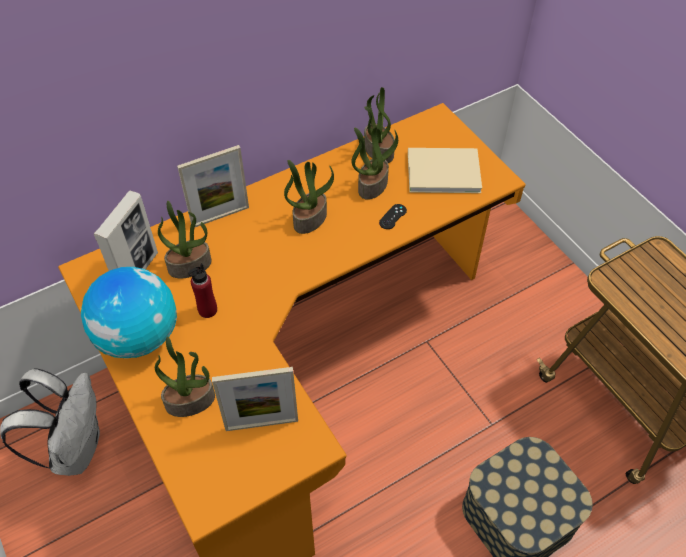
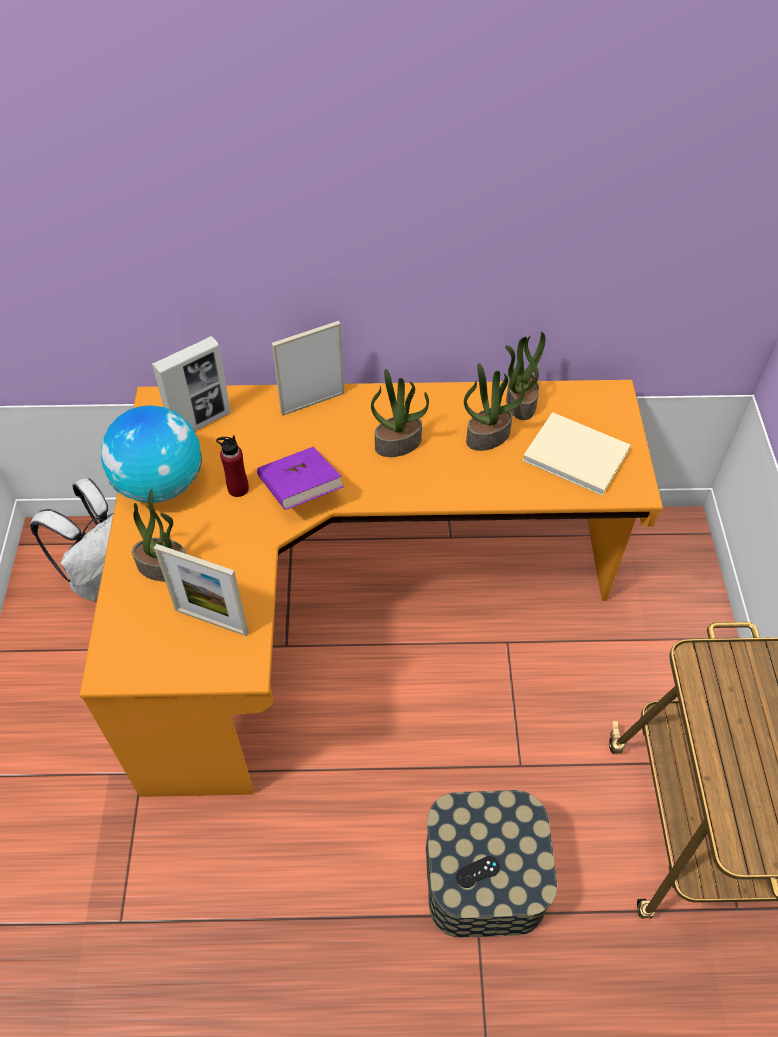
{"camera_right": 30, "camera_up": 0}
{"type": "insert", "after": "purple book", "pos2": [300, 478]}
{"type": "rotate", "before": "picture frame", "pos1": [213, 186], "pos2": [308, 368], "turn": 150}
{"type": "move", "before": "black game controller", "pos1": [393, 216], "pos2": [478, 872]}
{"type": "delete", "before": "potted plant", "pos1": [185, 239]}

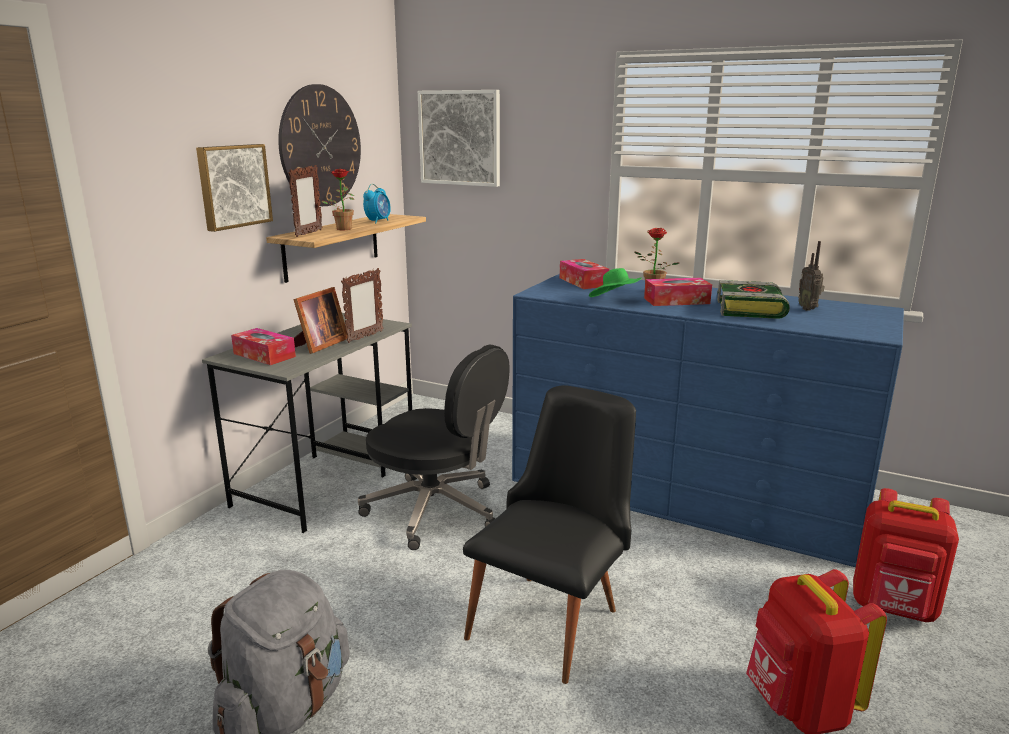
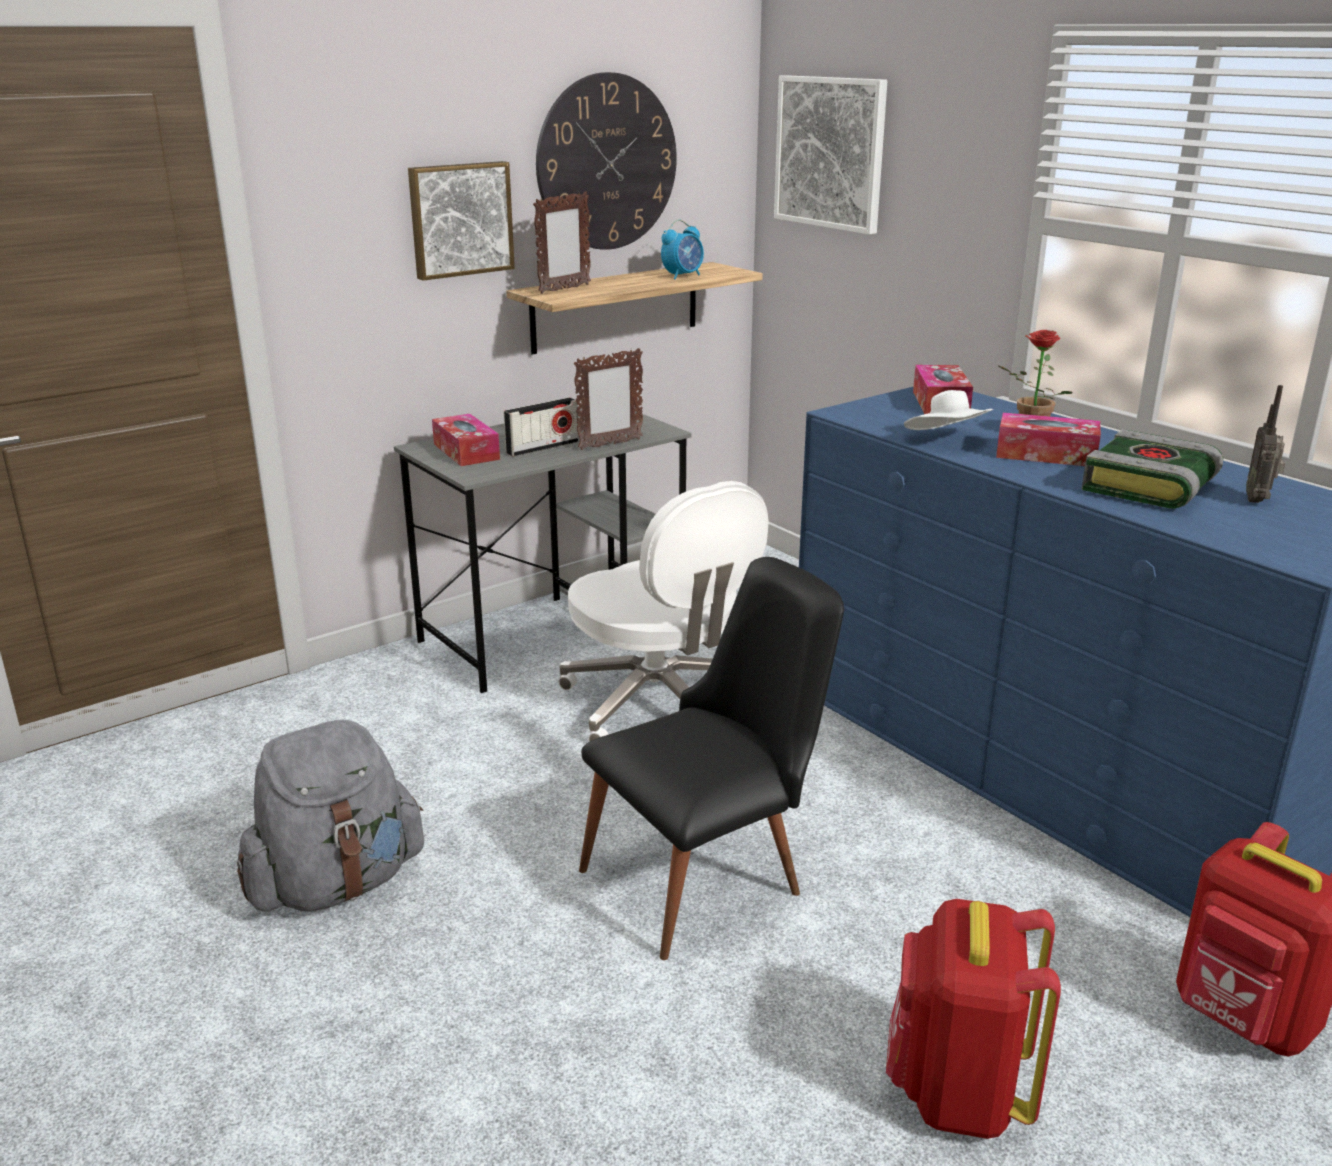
{"camera_right": 25, "camera_up": 5}
{"type": "replace", "before": "picture frame", "after": "radio", "pos1": [320, 320], "pos2": [541, 427]}
{"type": "recolor", "before": "black office chair", "after": "white office chair", "pos1": [434, 447], "pos2": [664, 611]}
{"type": "recolor", "before": "green hat", "after": "white hat", "pos1": [615, 282], "pos2": [948, 410]}
{"type": "delete", "before": "potted plant", "pos1": [337, 199]}

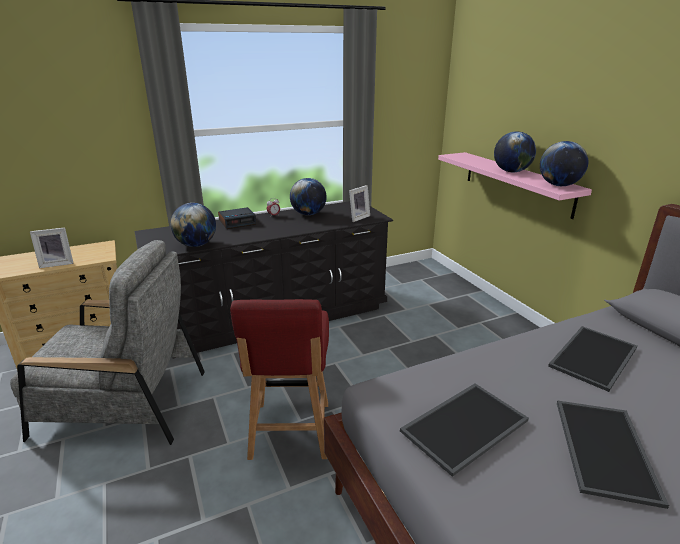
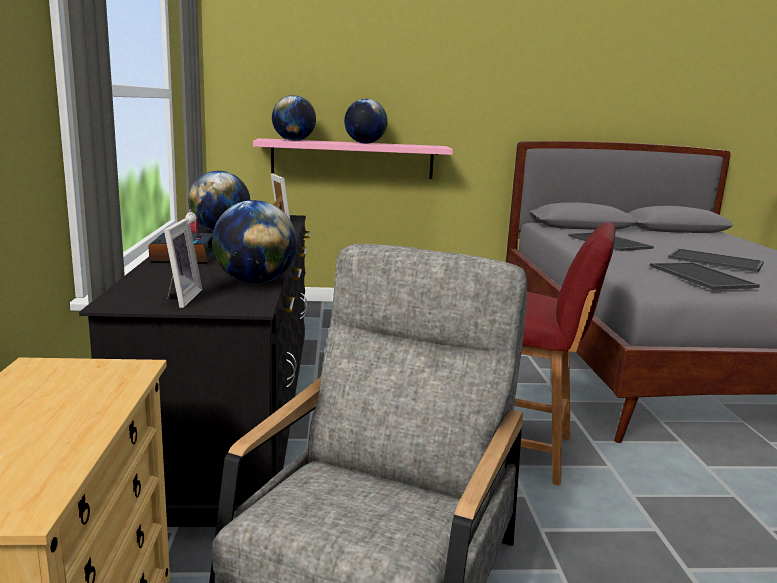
{"camera_right": -70, "camera_up": -10}
{"type": "move", "before": "picture frame", "pos1": [52, 248], "pos2": [183, 263]}
{"type": "move", "before": "globe", "pos1": [564, 163], "pos2": [294, 118]}

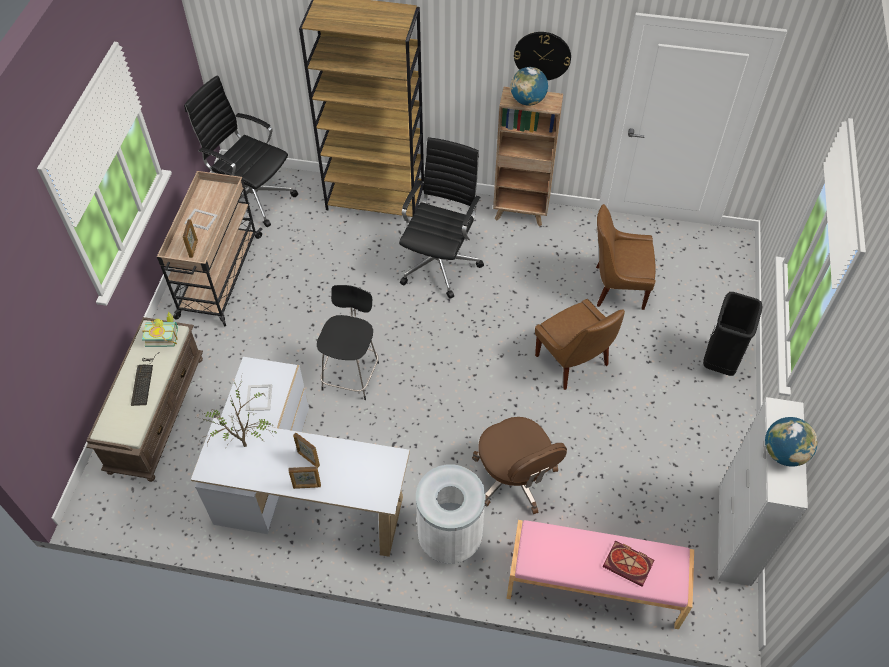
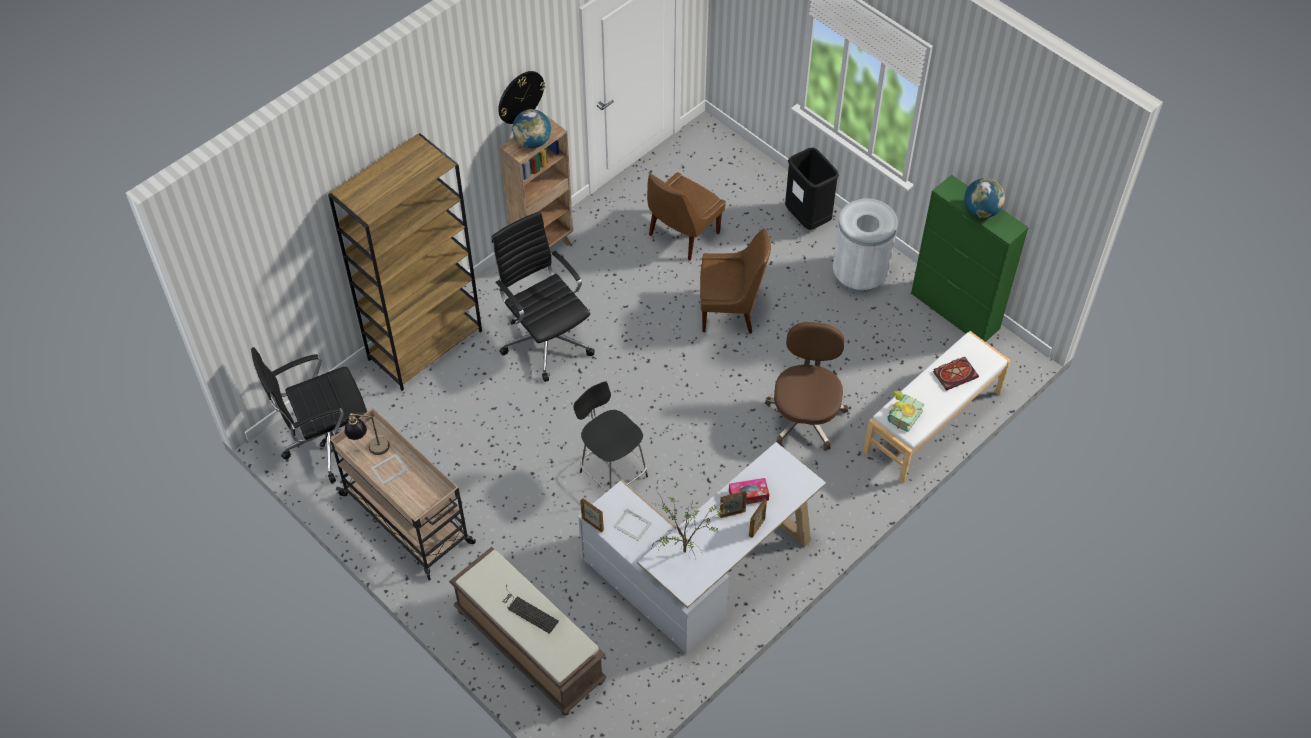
{"camera_right": -55, "camera_up": 0}
{"type": "insert", "after": "table lamp", "pos2": [367, 434]}
{"type": "move", "before": "picture frame", "pos1": [190, 238], "pos2": [592, 515]}
{"type": "insert", "after": "tissue box", "pos2": [749, 491]}
{"type": "rotate", "before": "brown office chair", "pos1": [519, 465], "pos2": [806, 386], "turn": -90}
{"type": "move", "before": "white trash can", "pos1": [451, 514], "pos2": [865, 245]}
{"type": "recolor", "before": "pink bench", "after": "white bench", "pos1": [600, 574], "pos2": [937, 407]}
{"type": "move", "before": "book", "pos1": [160, 329], "pos2": [906, 411]}
{"type": "recolor", "before": "white cabinet", "after": "green cabinet", "pos1": [763, 491], "pos2": [970, 258]}

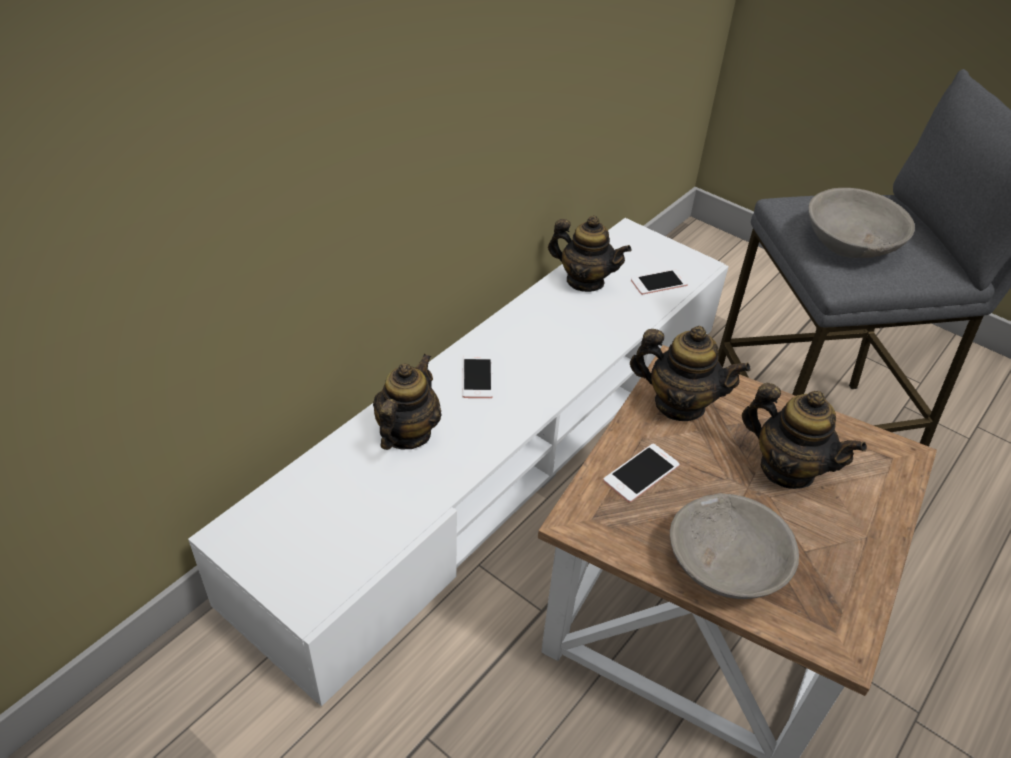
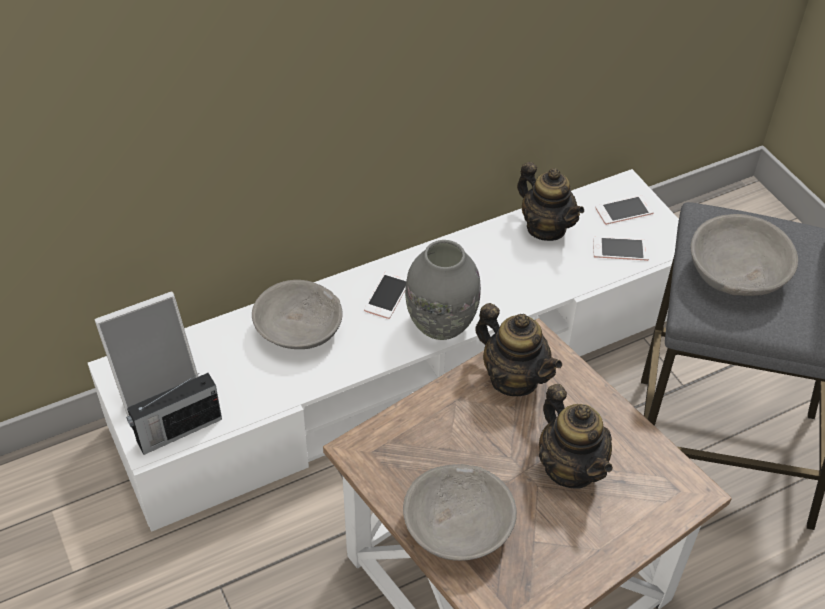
{"camera_right": 25, "camera_up": 5}
{"type": "insert", "after": "picture frame", "pos2": [147, 354]}
{"type": "insert", "after": "radio", "pos2": [174, 414]}
{"type": "replace", "before": "teapot", "after": "grey bowl", "pos1": [407, 402], "pos2": [297, 314]}
{"type": "insert", "after": "grey vase", "pos2": [443, 290]}
{"type": "move", "before": "phone", "pos1": [641, 473], "pos2": [624, 210]}

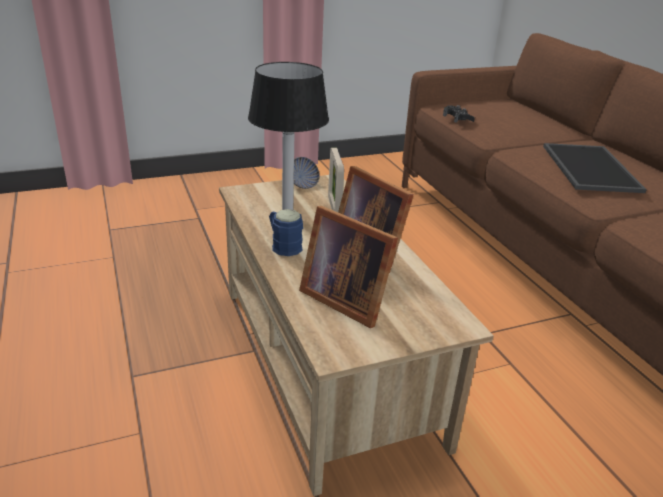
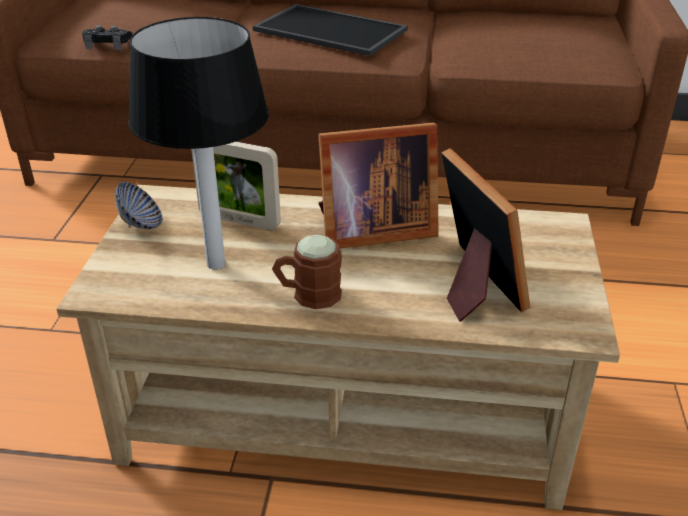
{"camera_right": -60, "camera_up": 5}
{"type": "recolor", "before": "blue mug", "after": "brown mug", "pos1": [286, 232], "pos2": [307, 272]}
{"type": "rotate", "before": "picture frame", "pos1": [348, 267], "pos2": [485, 235], "turn": -90}

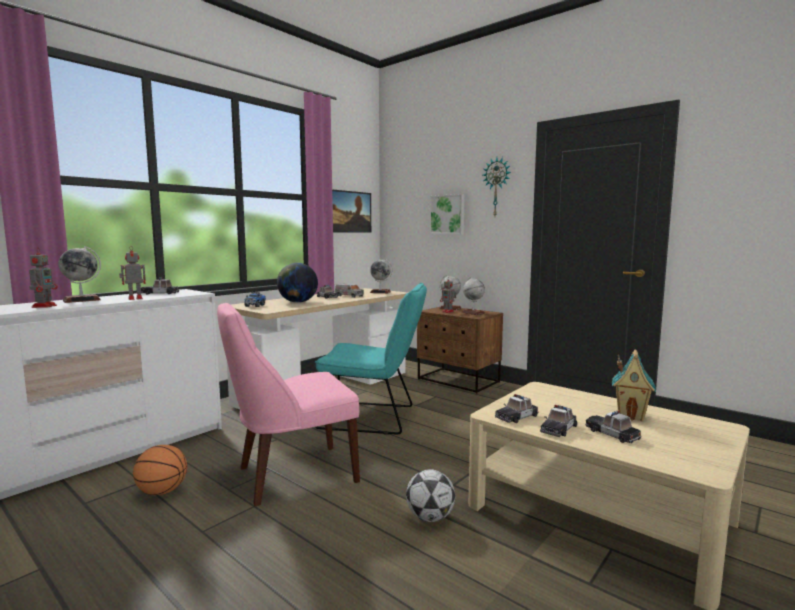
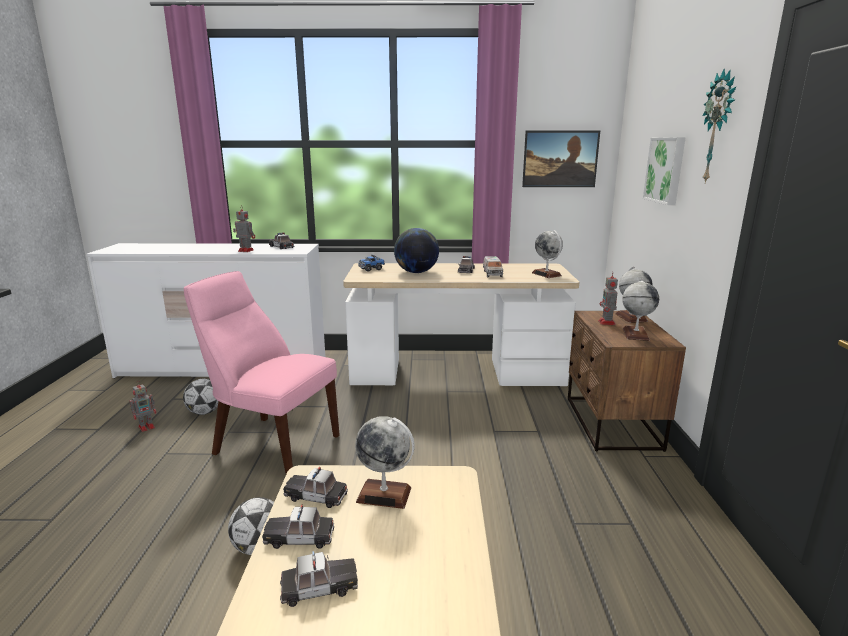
{"camera_right": 50, "camera_up": 10}
{"type": "move", "before": "toy robot", "pos1": [43, 278], "pos2": [143, 406]}
{"type": "replace", "before": "basketball", "after": "football", "pos1": [160, 470], "pos2": [200, 397]}
{"type": "rotate", "before": "toy car", "pos1": [614, 426], "pos2": [319, 579], "turn": 60}
{"type": "move", "before": "globe", "pos1": [80, 274], "pos2": [385, 462]}
{"type": "delete", "before": "turquoise chair", "pos1": [371, 359]}
{"type": "delete", "before": "toy house", "pos1": [634, 385]}

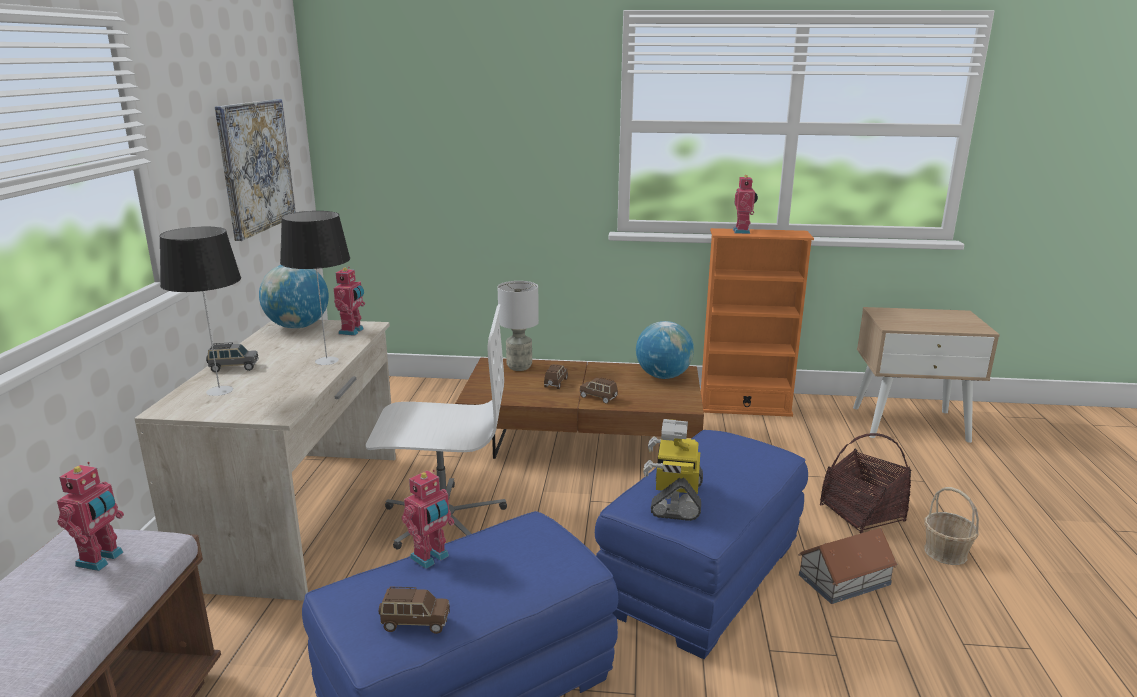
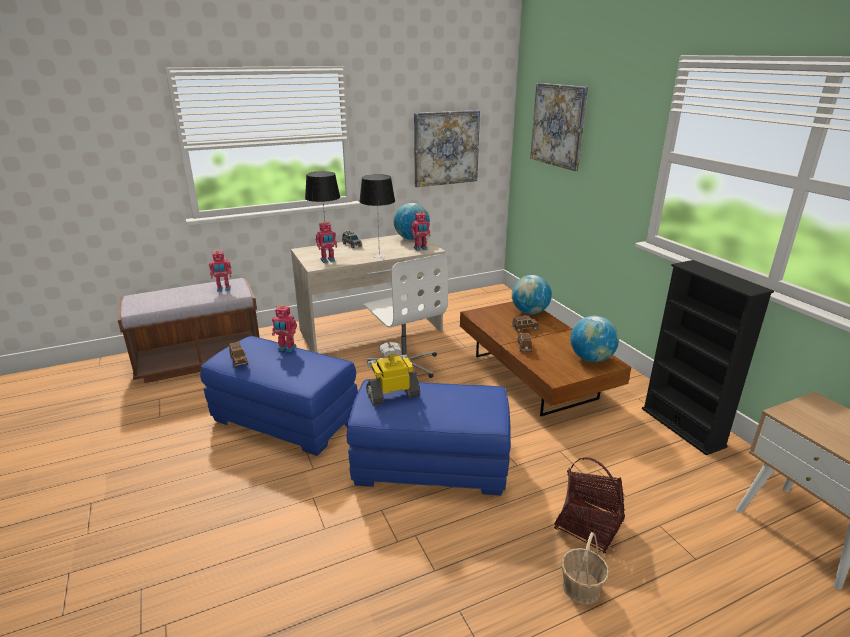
{"camera_right": 60, "camera_up": 5}
{"type": "move", "before": "toy robot", "pos1": [745, 204], "pos2": [326, 242]}
{"type": "replace", "before": "grey table lamp", "after": "globe", "pos1": [518, 326], "pos2": [532, 294]}
{"type": "insert", "after": "picture", "pos2": [559, 127]}
{"type": "recolor", "before": "orange bookcase", "after": "black bookcase", "pos1": [757, 322], "pos2": [708, 357]}
{"type": "delete", "before": "toy house", "pos1": [848, 566]}

